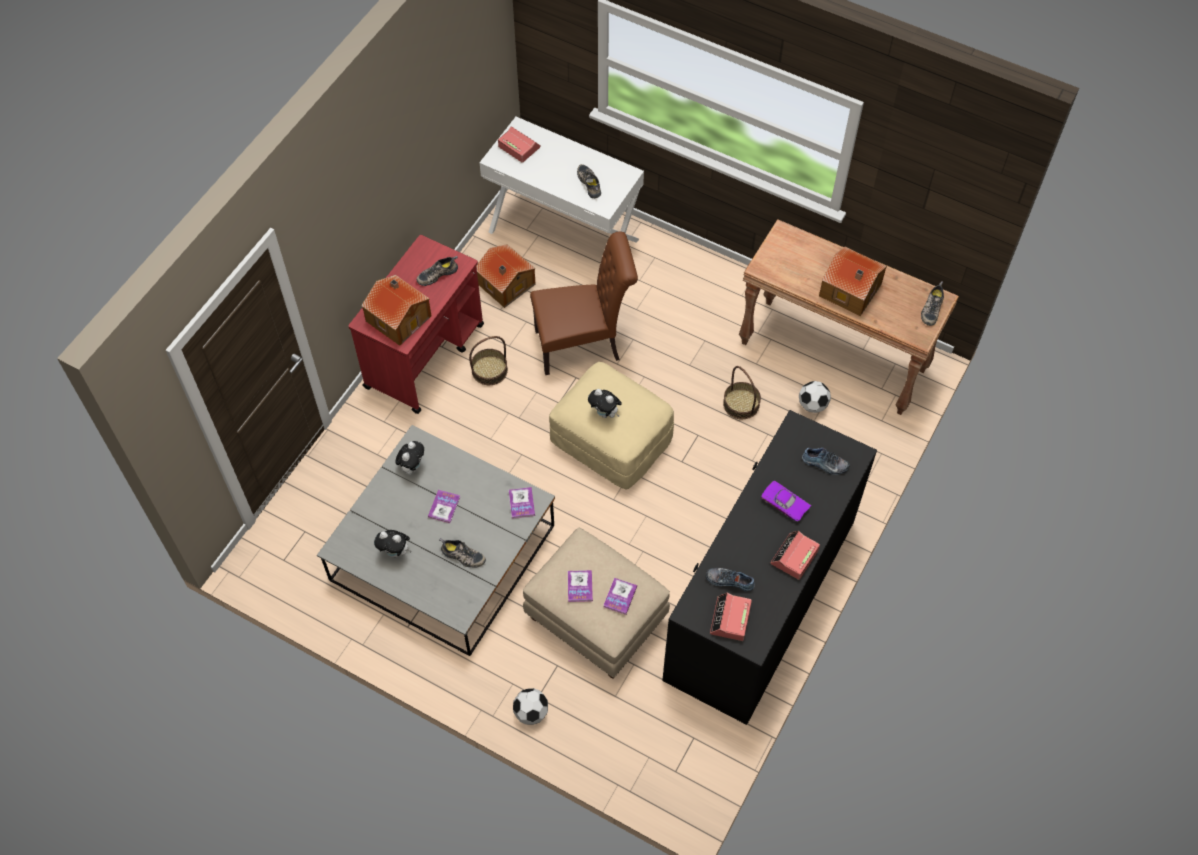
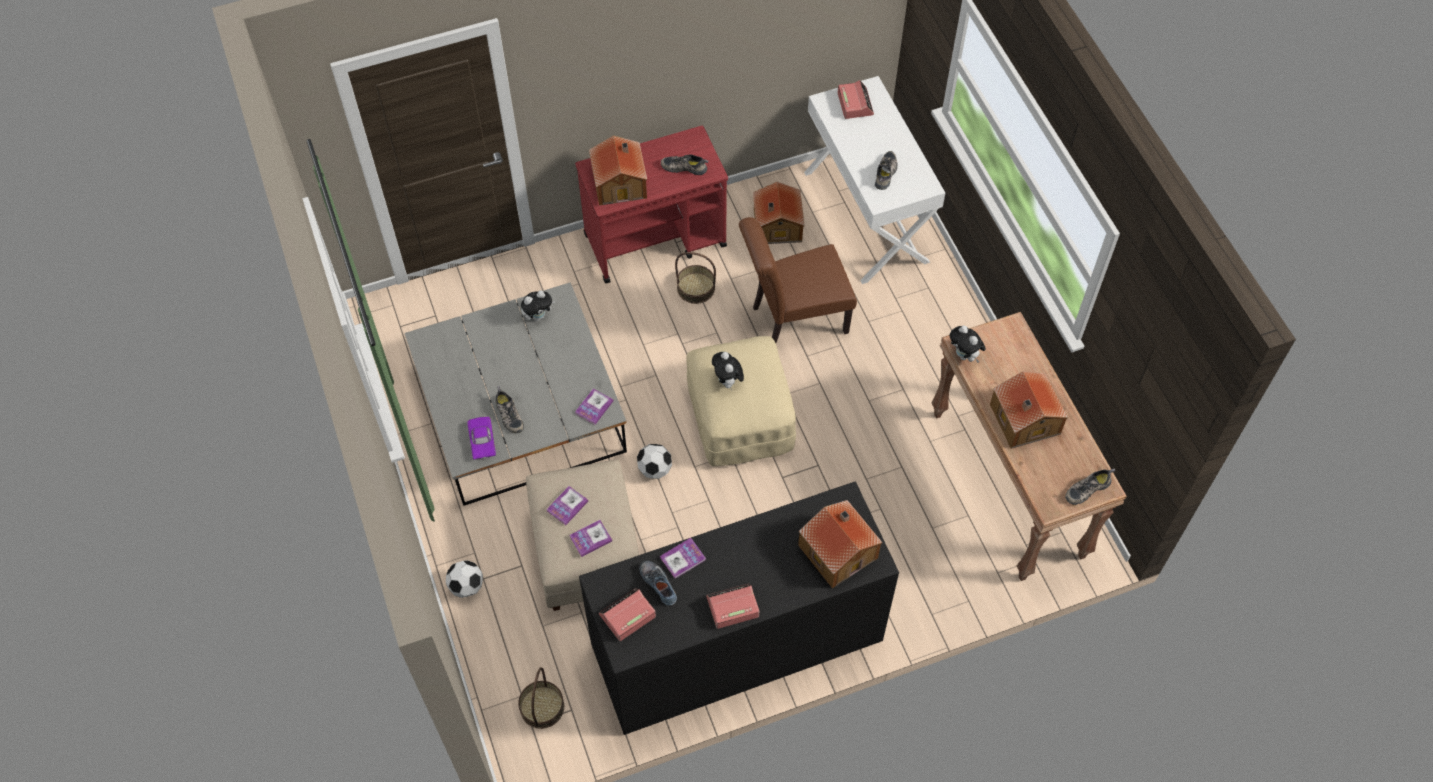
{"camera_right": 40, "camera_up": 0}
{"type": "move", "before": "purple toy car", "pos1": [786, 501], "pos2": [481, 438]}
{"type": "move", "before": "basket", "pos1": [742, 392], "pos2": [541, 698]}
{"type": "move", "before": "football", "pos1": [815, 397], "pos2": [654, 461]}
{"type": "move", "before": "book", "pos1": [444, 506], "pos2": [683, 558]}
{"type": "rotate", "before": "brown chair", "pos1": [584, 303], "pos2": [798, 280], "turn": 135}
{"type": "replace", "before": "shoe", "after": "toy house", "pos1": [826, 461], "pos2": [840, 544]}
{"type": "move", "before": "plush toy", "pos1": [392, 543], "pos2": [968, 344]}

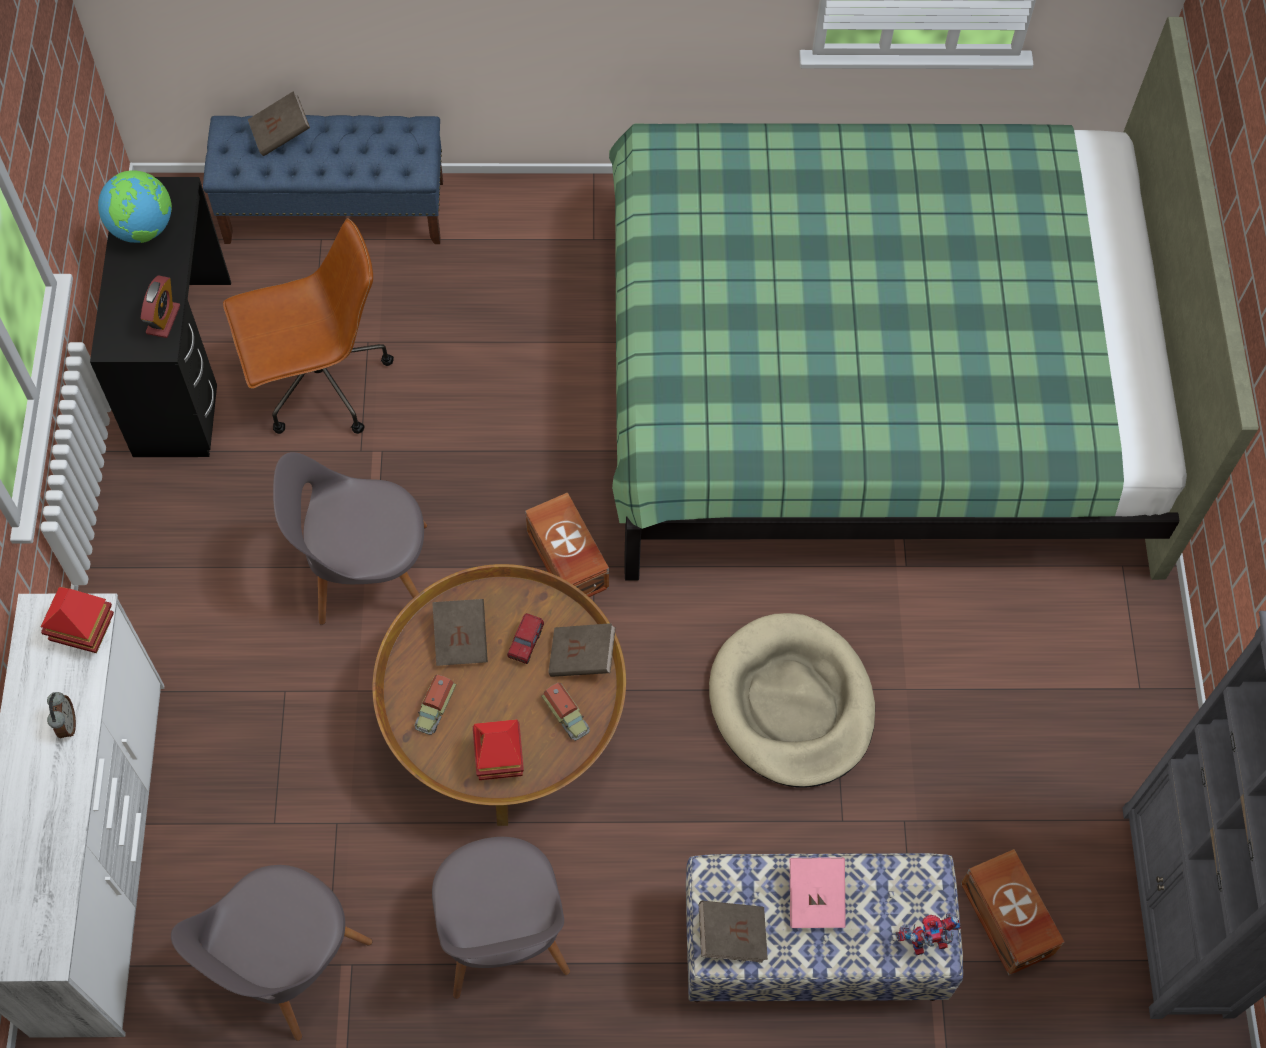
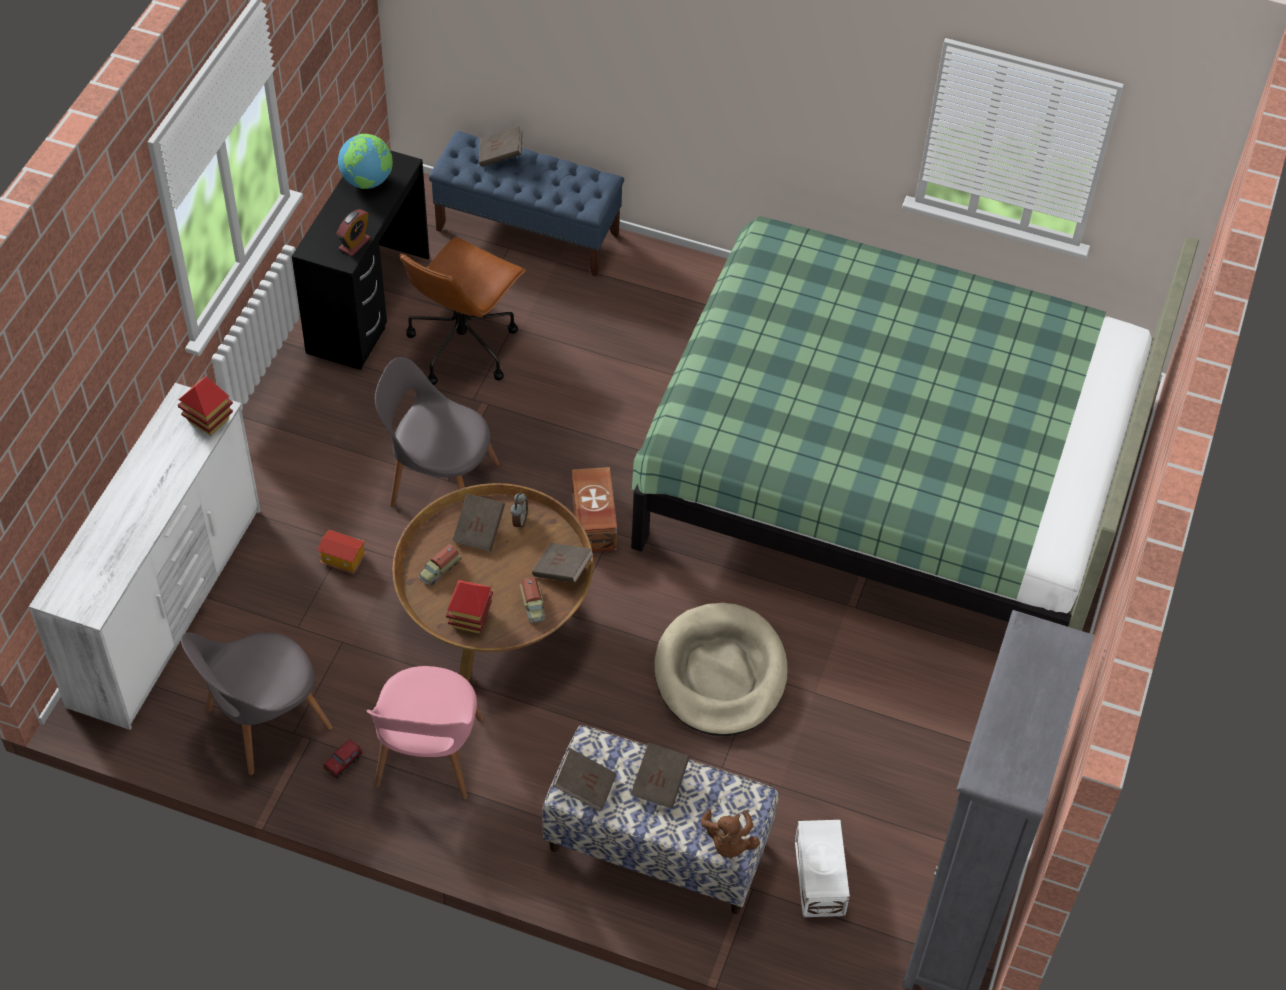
{"camera_right": 20, "camera_up": -10}
{"type": "insert", "after": "toy house", "pos2": [341, 552]}
{"type": "move", "before": "toy truck", "pos1": [525, 638], "pos2": [343, 759]}
{"type": "recolor", "before": "grey chair", "after": "pink chair", "pos1": [501, 918], "pos2": [425, 733]}
{"type": "rotate", "before": "brown office chair", "pos1": [308, 326], "pos2": [463, 311], "turn": 120}
{"type": "move", "before": "alarm clock", "pos1": [61, 715], "pos2": [519, 510]}
{"type": "recolor", "before": "pink book", "after": "brown book", "pos1": [818, 892], "pos2": [660, 776]}
{"type": "replace", "before": "toy robot", "after": "brown plush toy", "pos1": [928, 934], "pos2": [730, 833]}
{"type": "recolor", "before": "brown storage box", "after": "white storage box", "pos1": [1012, 912], "pos2": [822, 868]}

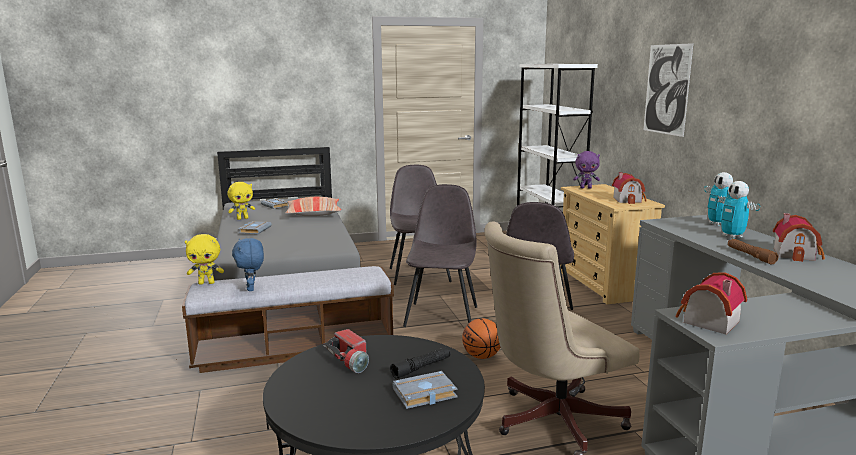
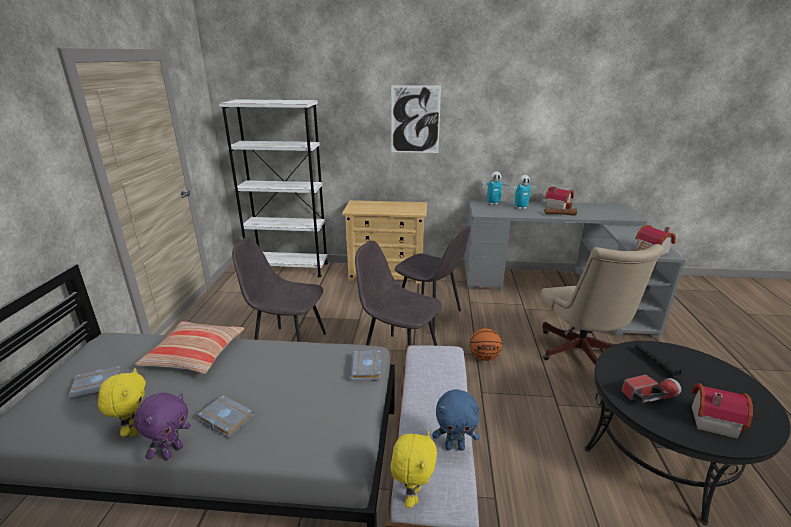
{"camera_right": -70, "camera_up": 10}
{"type": "move", "before": "purple plush toy", "pos1": [586, 169], "pos2": [162, 426]}
{"type": "move", "before": "grey book", "pos1": [425, 390], "pos2": [366, 365]}
{"type": "move", "before": "toy house", "pos1": [629, 188], "pos2": [722, 411]}

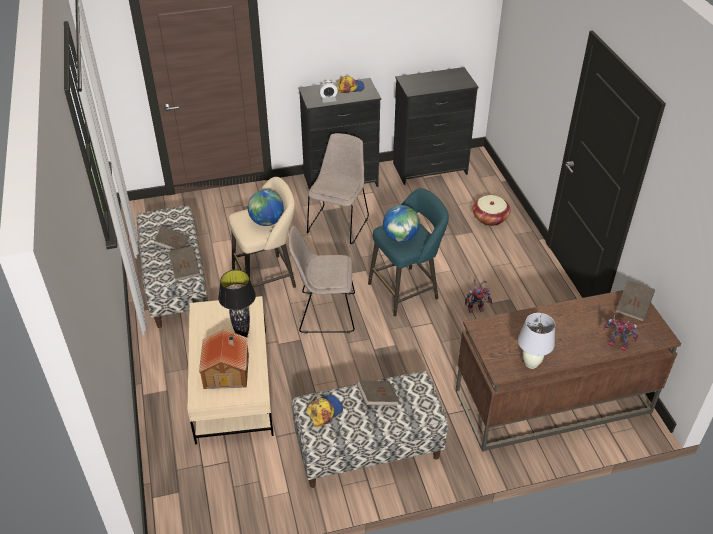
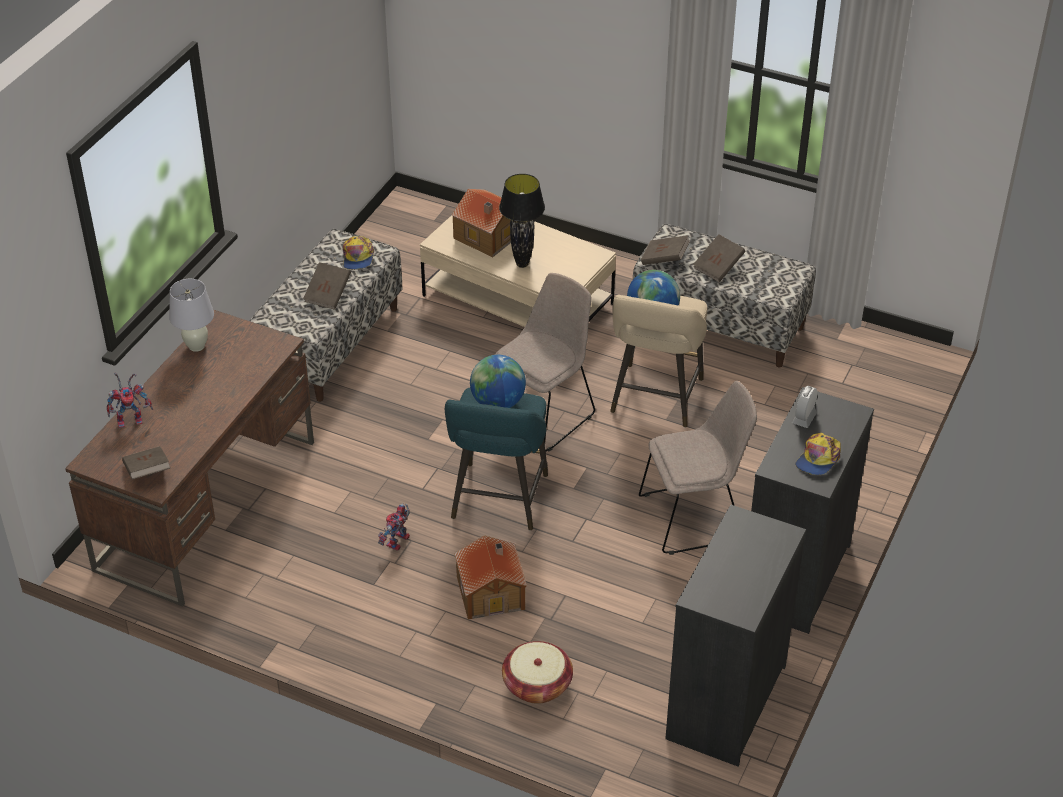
{"camera_right": 130, "camera_up": 0}
{"type": "insert", "after": "toy house", "pos2": [490, 577]}
{"type": "rotate", "before": "beige chair", "pos1": [338, 188], "pos2": [698, 468], "turn": -75}

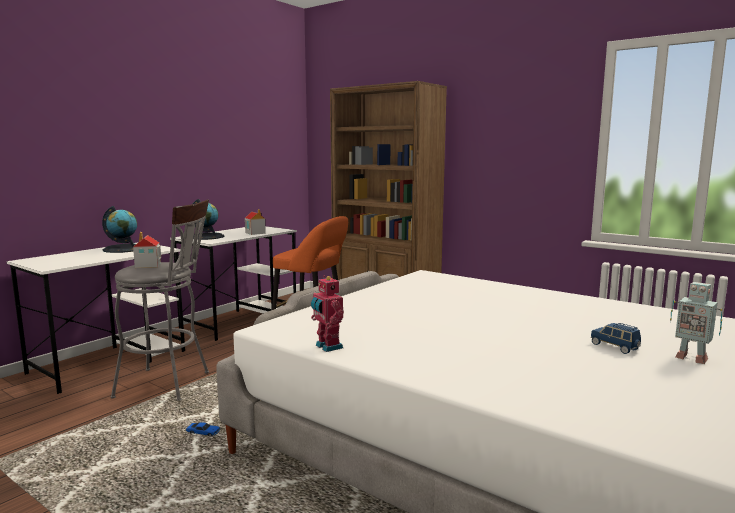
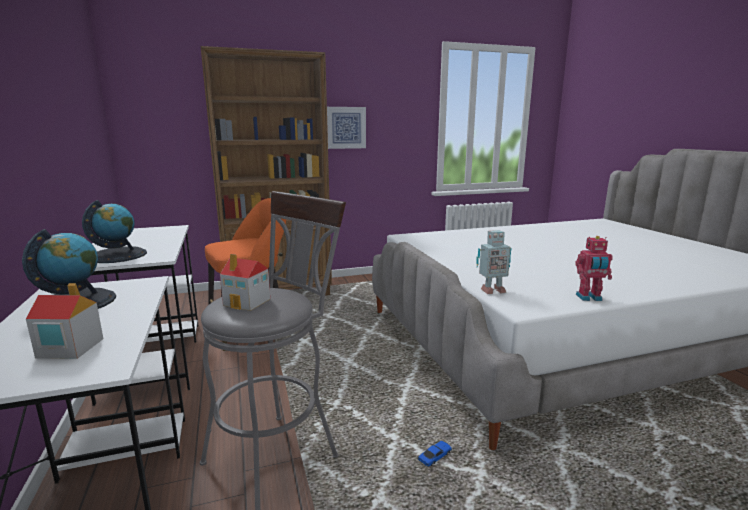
{"camera_right": -55, "camera_up": 5}
{"type": "move", "before": "toy house", "pos1": [255, 222], "pos2": [64, 321]}
{"type": "insert", "after": "picture", "pos2": [346, 128]}
{"type": "move", "before": "toy robot", "pos1": [696, 323], "pos2": [494, 262]}
{"type": "delete", "before": "blue toy car", "pos1": [616, 338]}

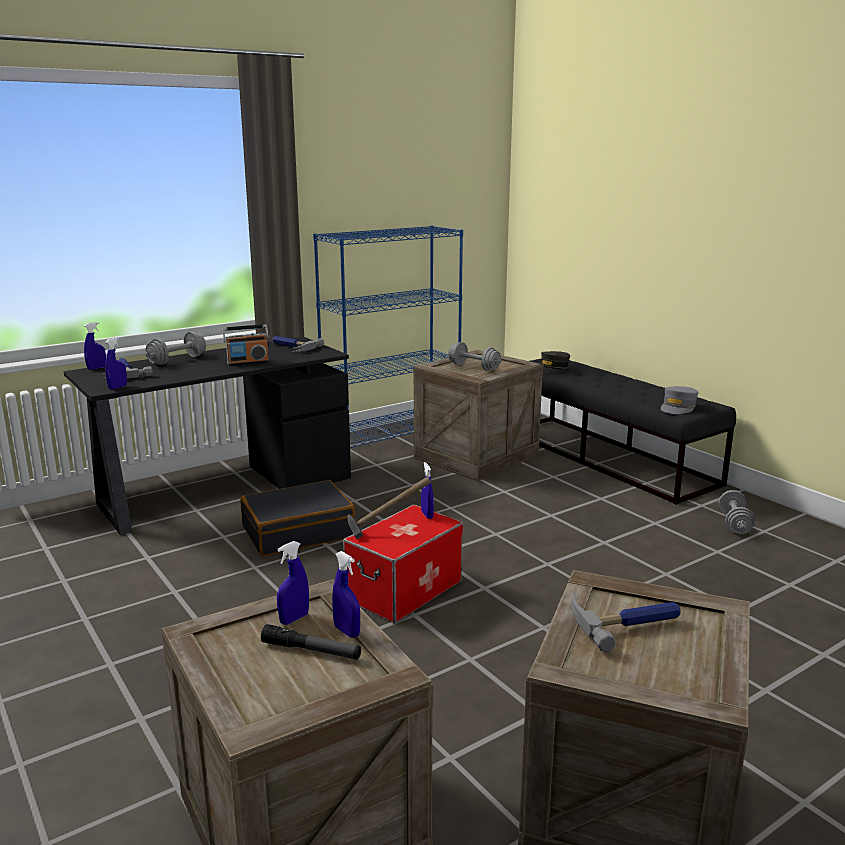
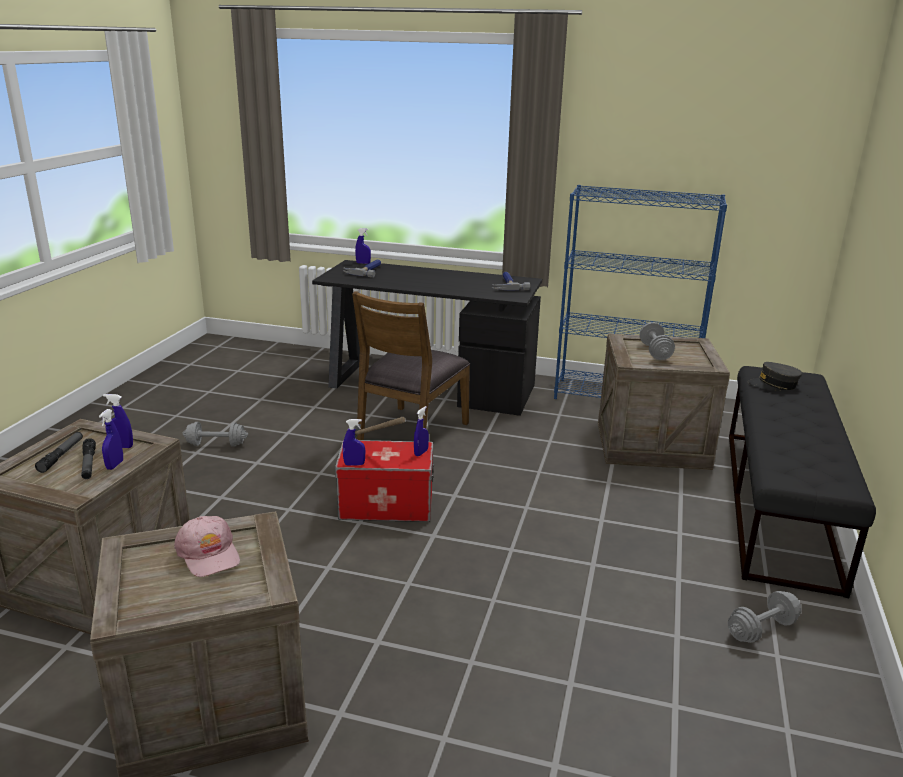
{"camera_right": 50, "camera_up": 5}
{"type": "insert", "after": "flashlight", "pos2": [59, 452]}
{"type": "replace", "before": "hammer", "after": "pink cap", "pos1": [626, 623], "pos2": [207, 546]}
{"type": "move", "before": "grey dumbbell", "pos1": [175, 348], "pos2": [215, 434]}
{"type": "move", "before": "blue spray bottle", "pos1": [116, 363], "pos2": [354, 442]}
{"type": "replace", "before": "black suitcase", "after": "brown chair", "pos1": [297, 518], "pos2": [411, 365]}
{"type": "delete", "before": "radio", "pos1": [245, 345]}
{"type": "delete", "before": "grey cap", "pos1": [680, 400]}

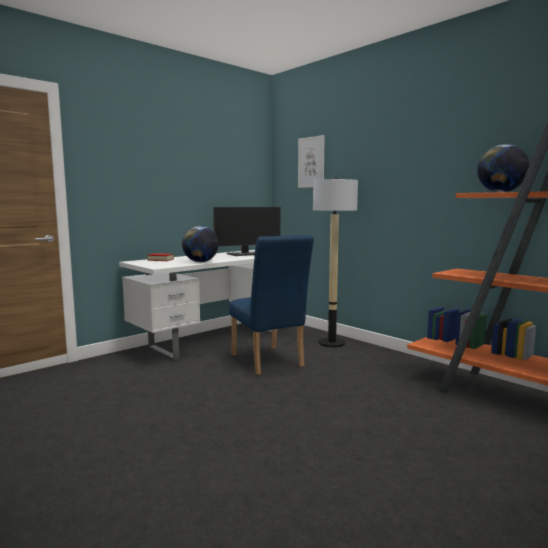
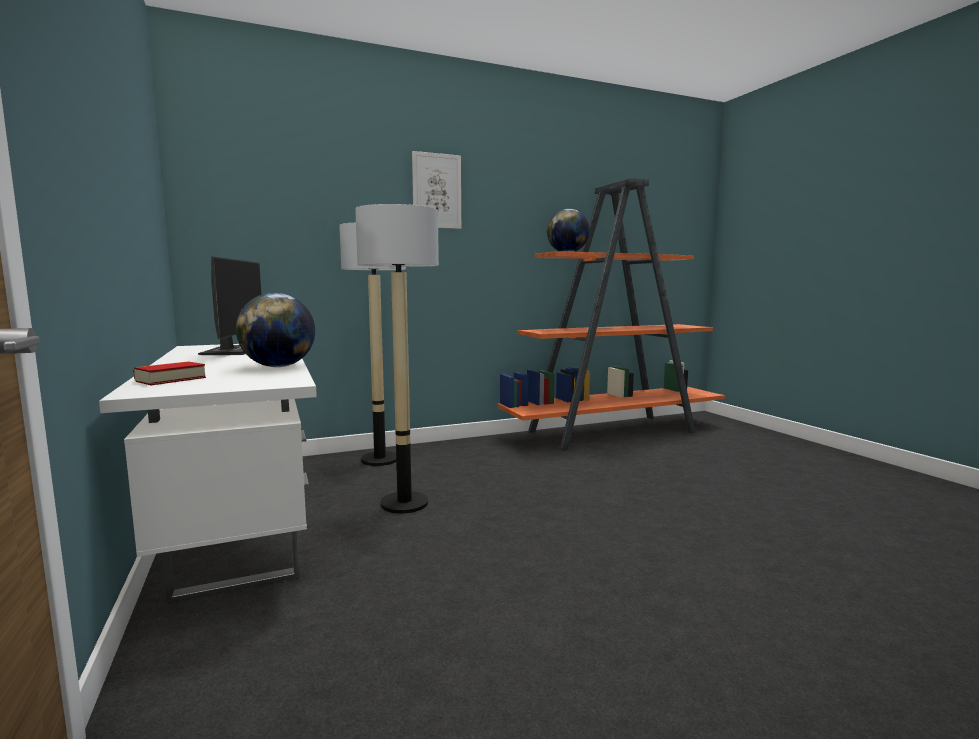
{"camera_right": -70, "camera_up": 0}
{"type": "replace", "before": "blue chair", "after": "floor lamp", "pos1": [271, 305], "pos2": [397, 359]}
{"type": "move", "before": "picture", "pos1": [311, 161], "pos2": [436, 190]}

